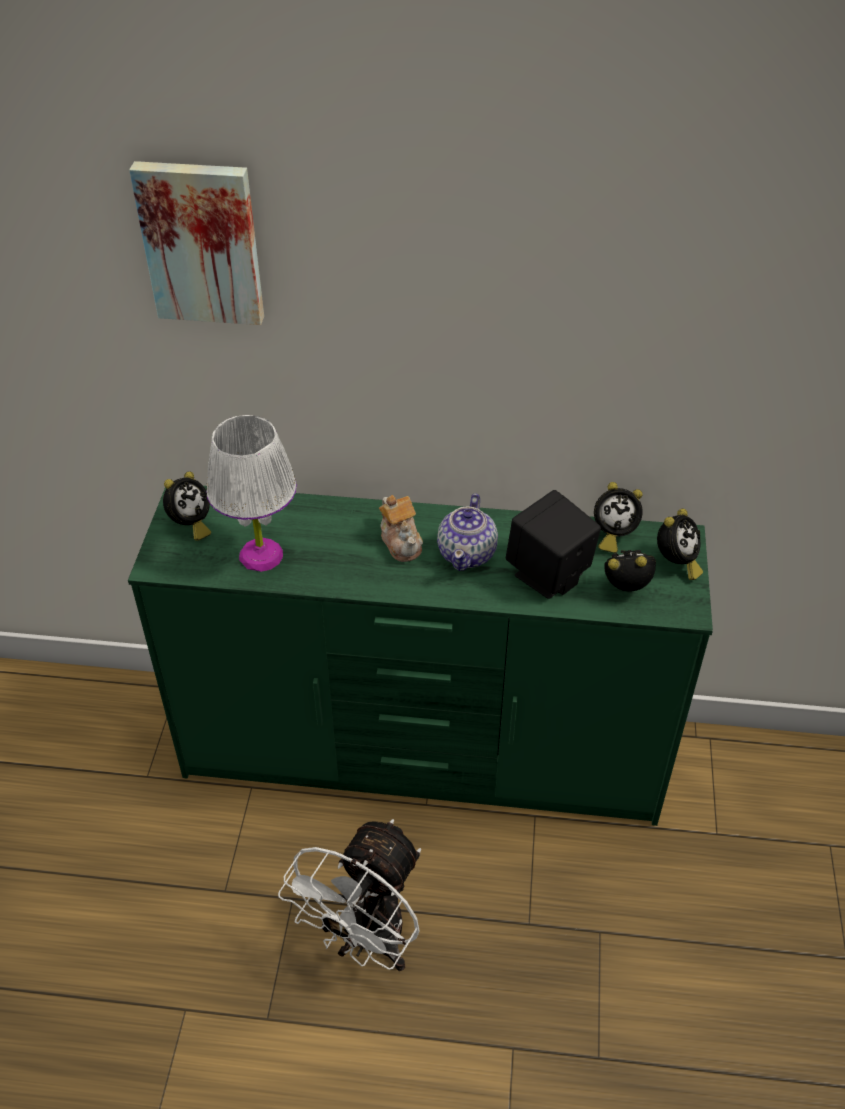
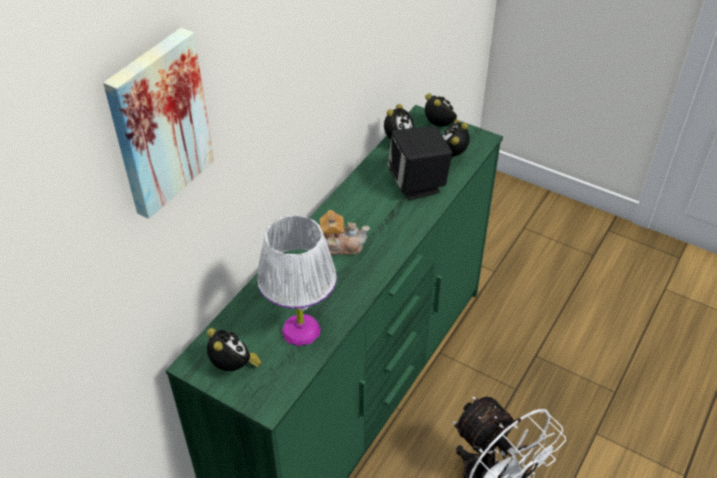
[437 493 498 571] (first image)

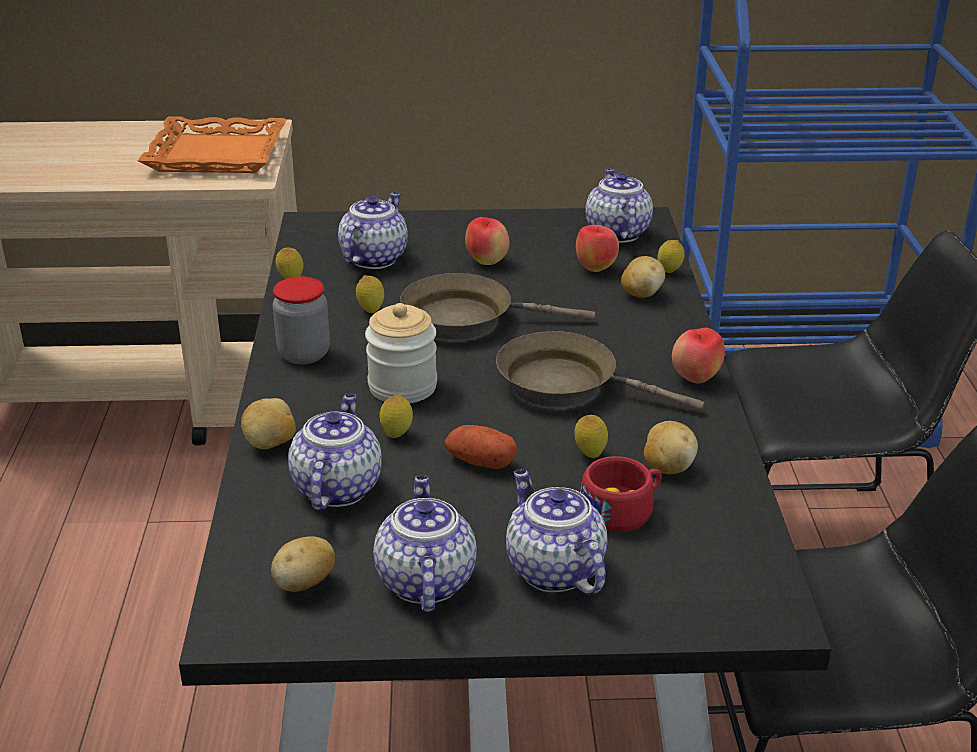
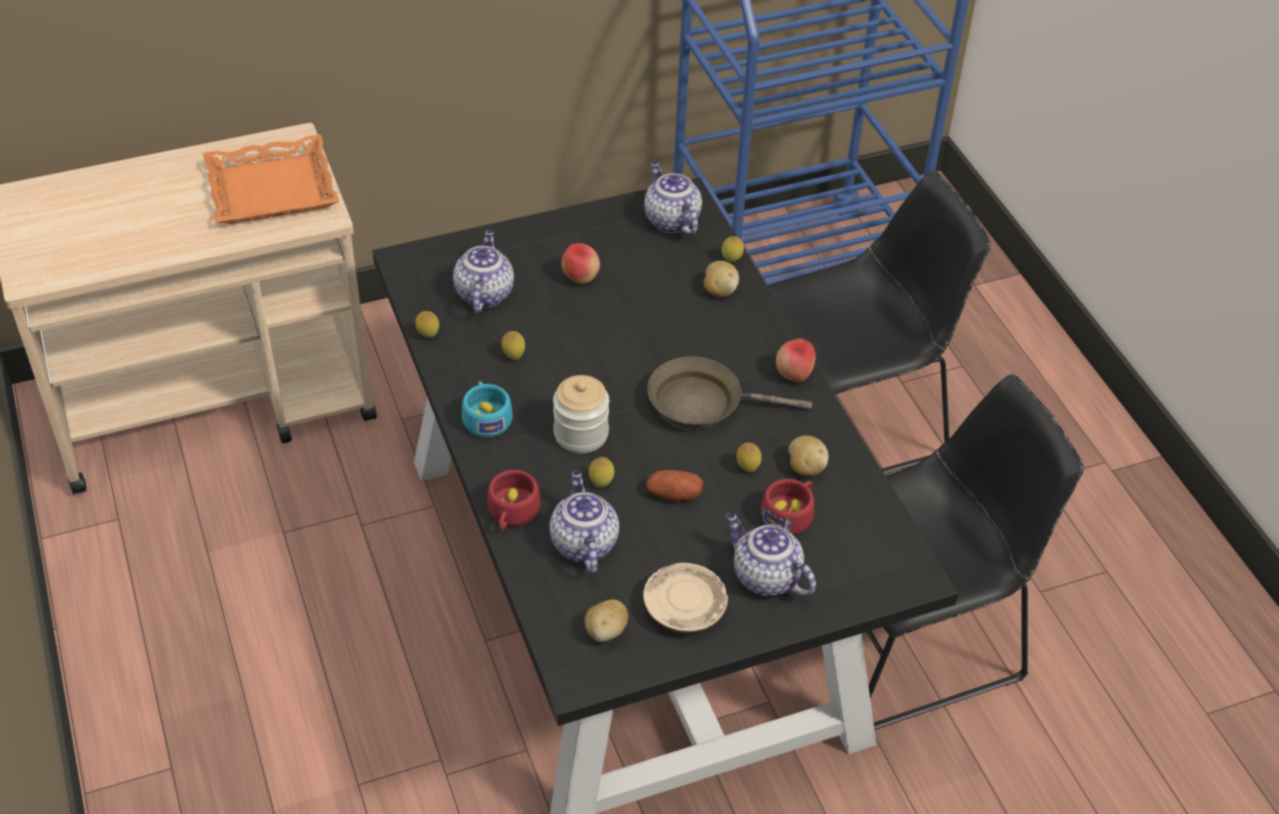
[487 470 541 531]
[462 381 513 438]
[643 563 728 633]
[400 273 595 340] (first image)
[576 225 619 272] (first image)

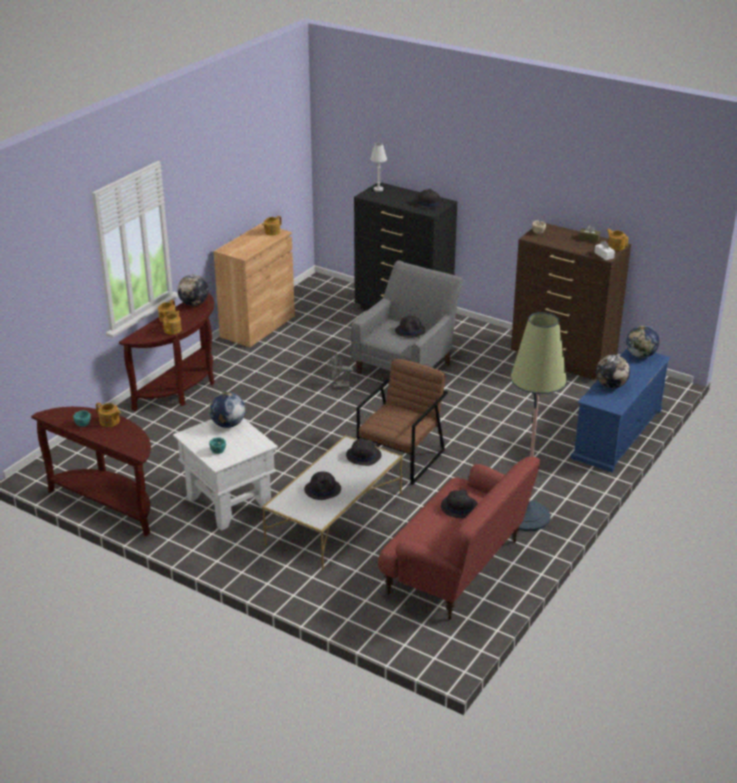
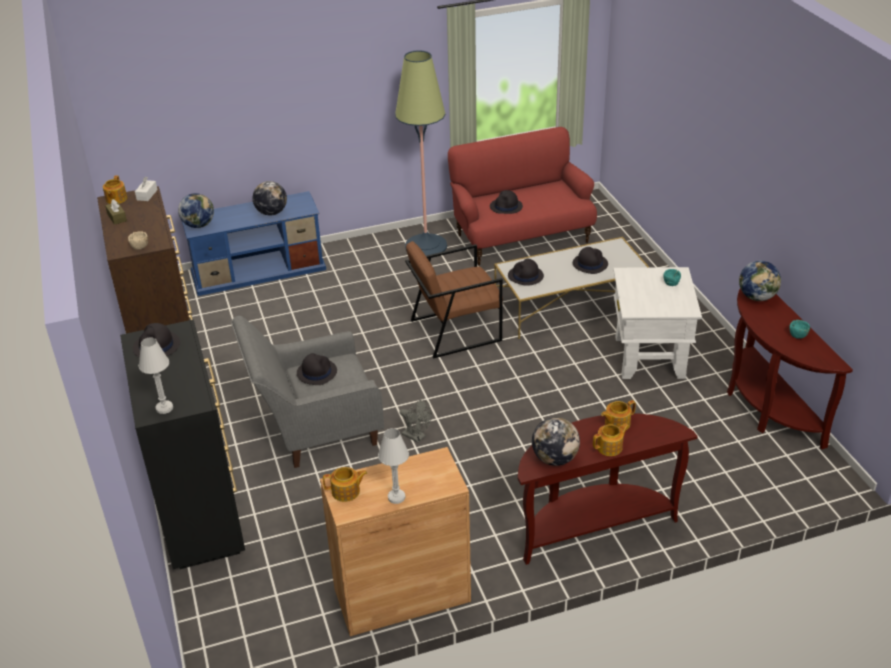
[96 402 121 427] (first image)
[739 260 781 301]
[378 428 409 504]

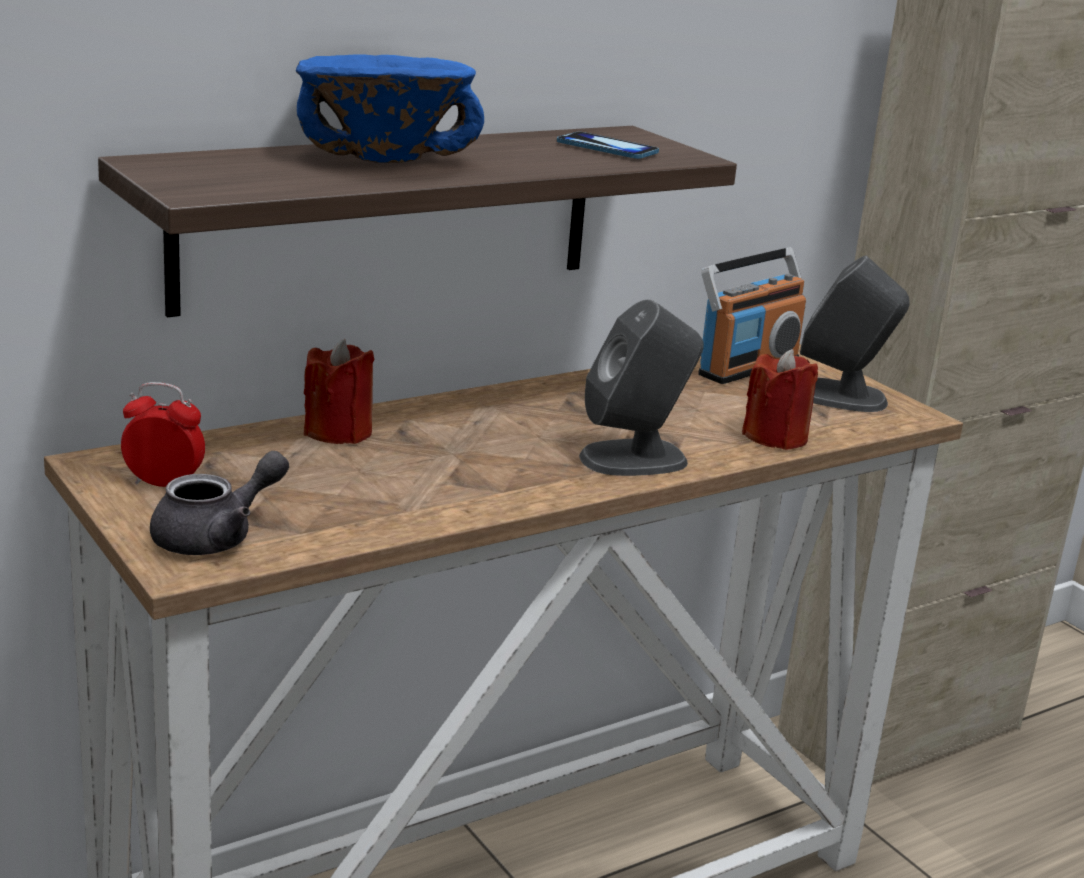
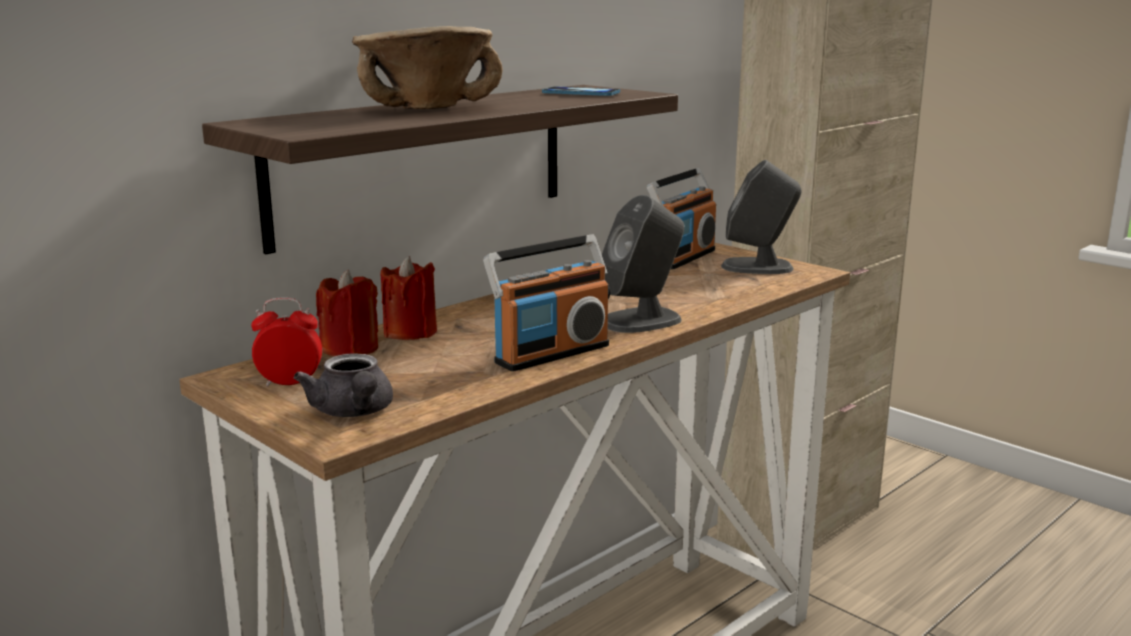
[293 353 393 417]
[352 26 503 109]
[316 270 378 356]
[483 234 610 371]

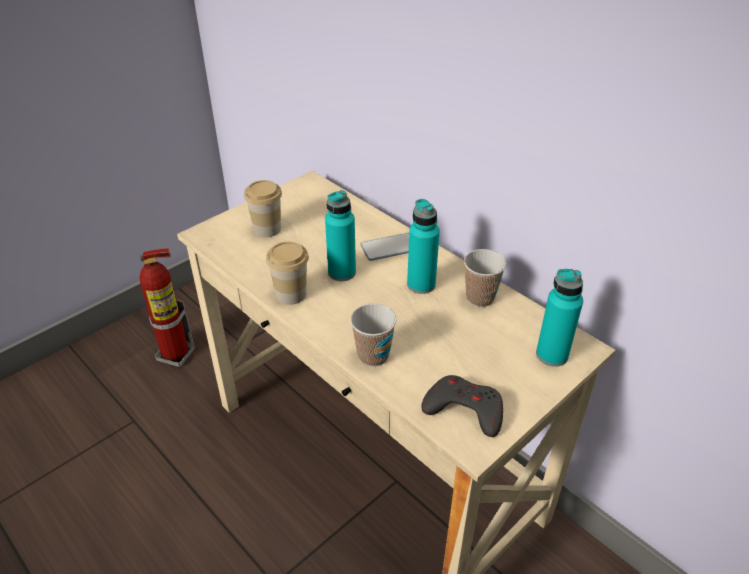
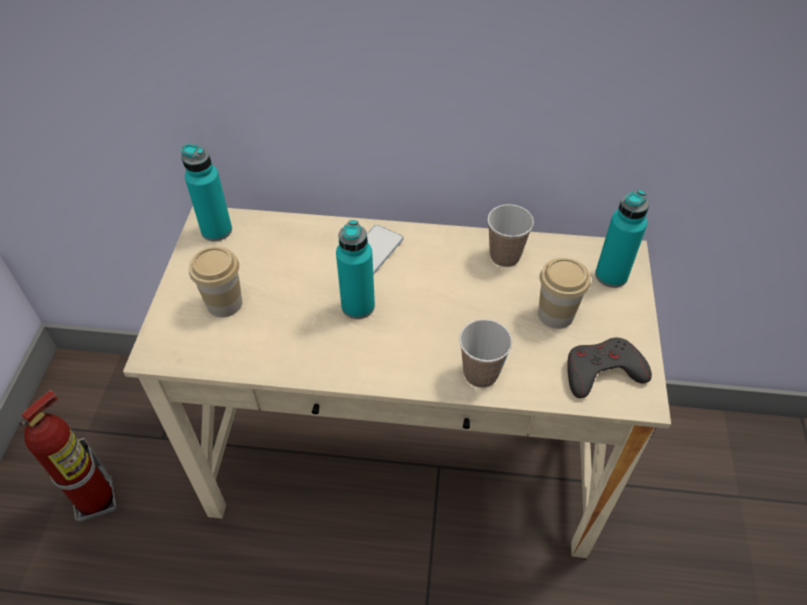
[538 258 591 329]
[181 144 232 241]

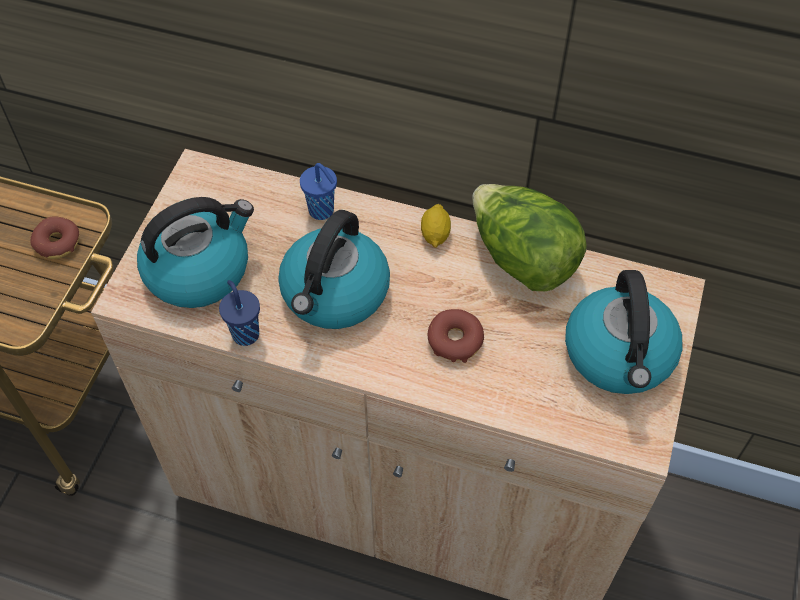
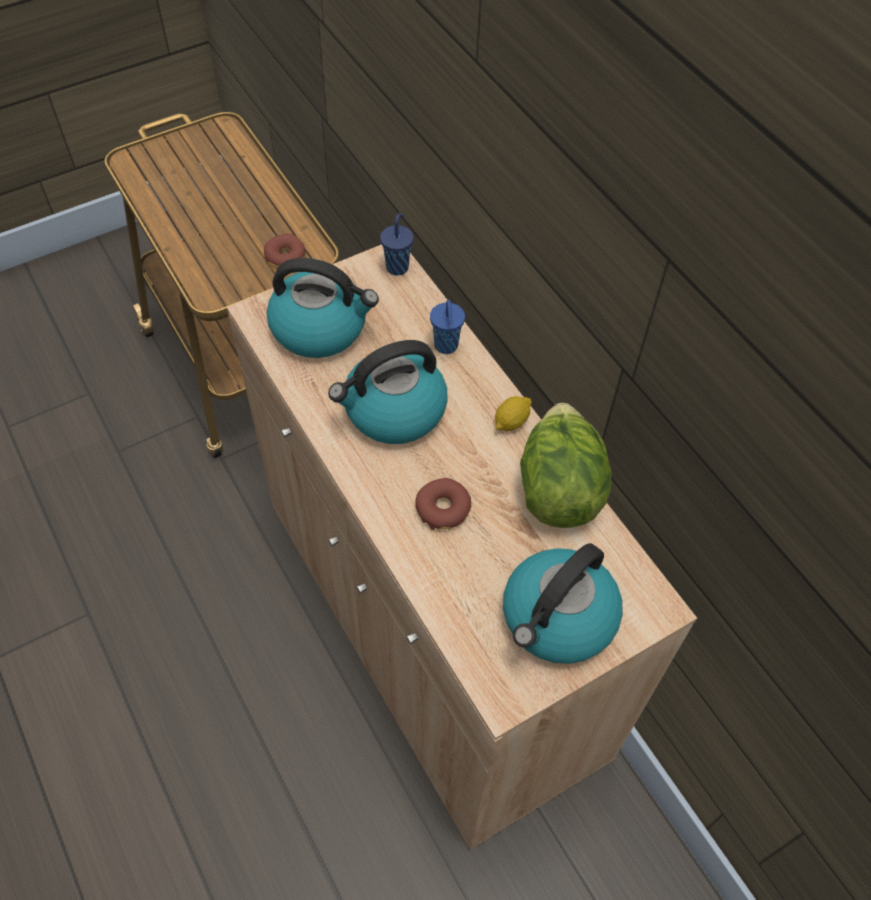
[380 213 414 276]

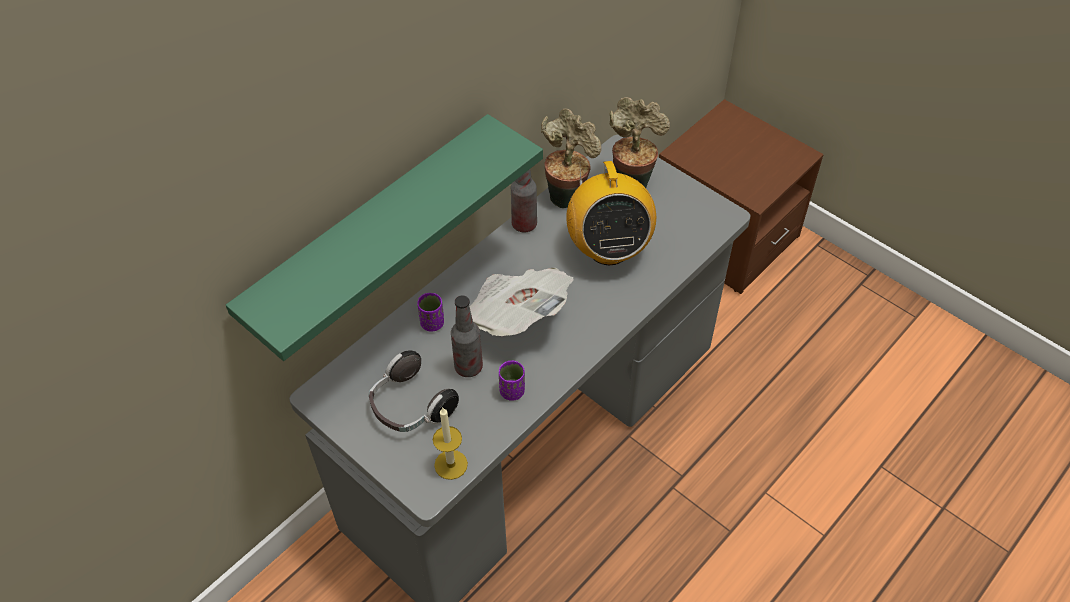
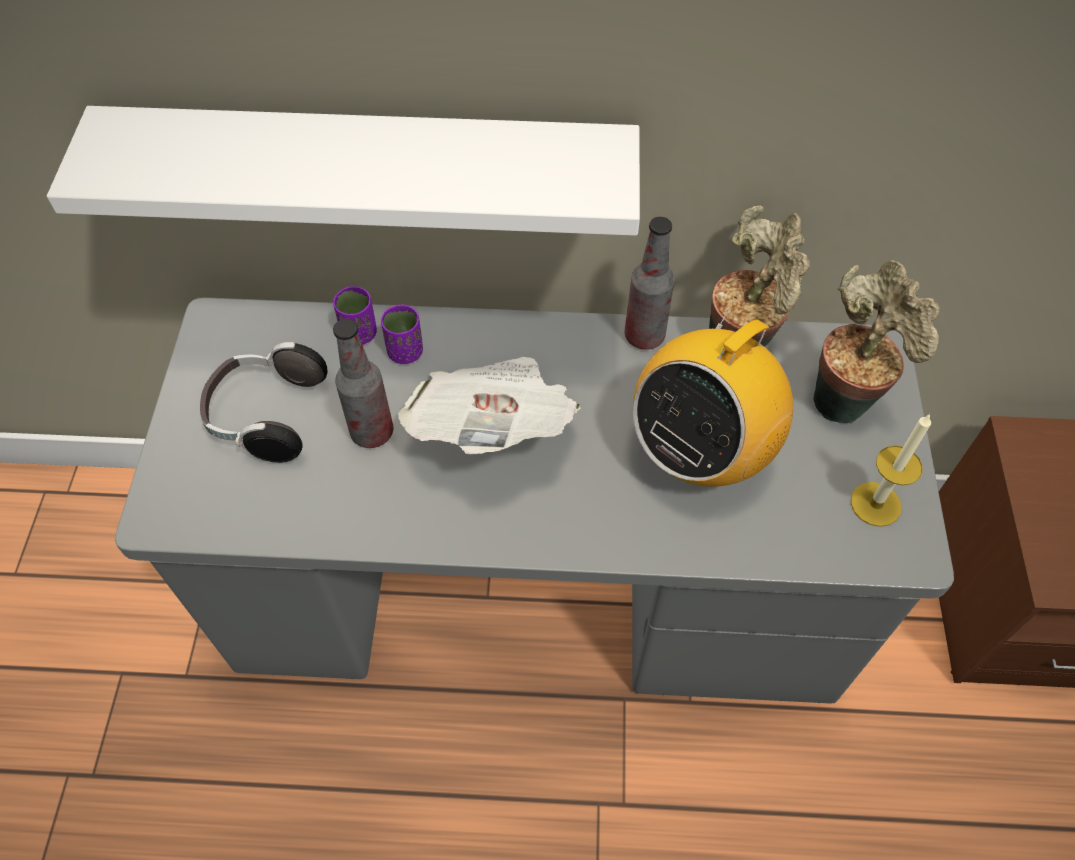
[47 106 640 236]
[851 414 931 527]
[333 286 377 345]

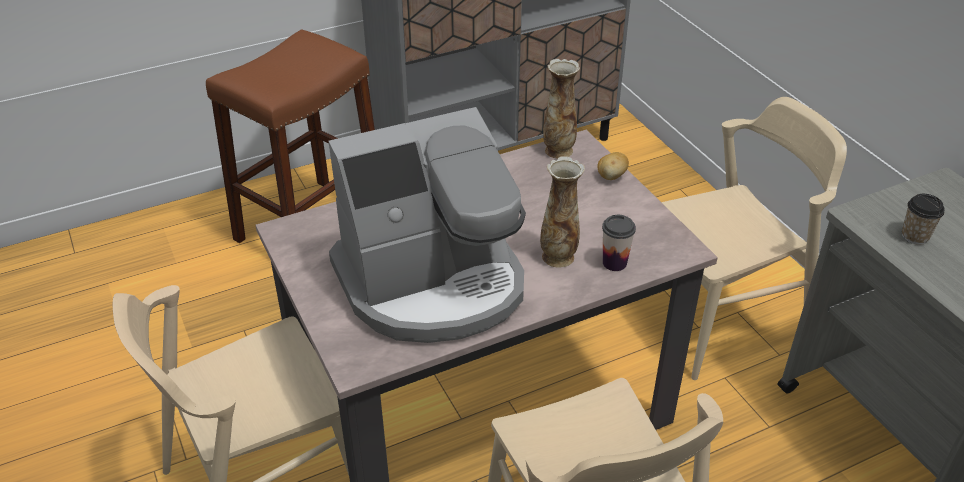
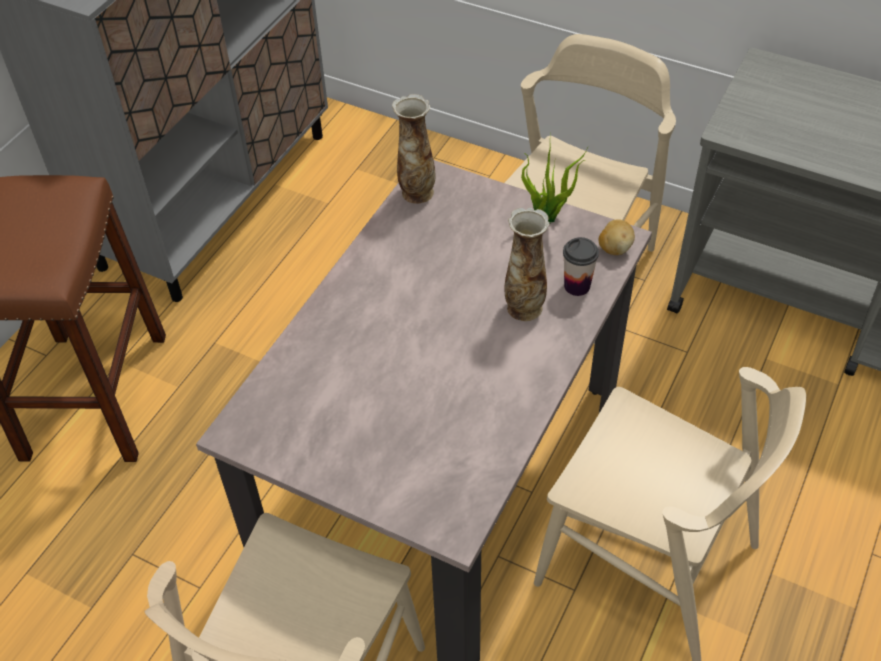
[328 107 526 343] (first image)
[598 219 635 255]
[902 194 944 245] (first image)
[521 145 588 224]

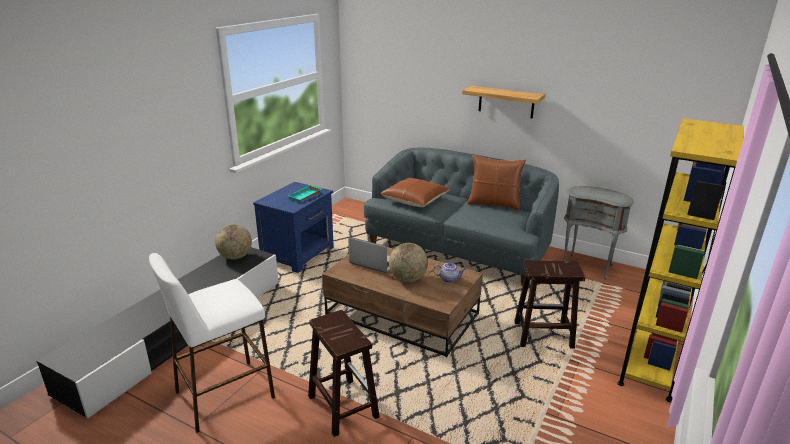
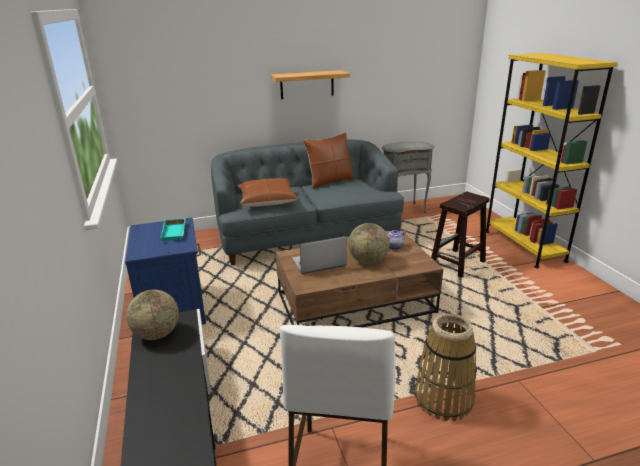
[415 314 477 421]

